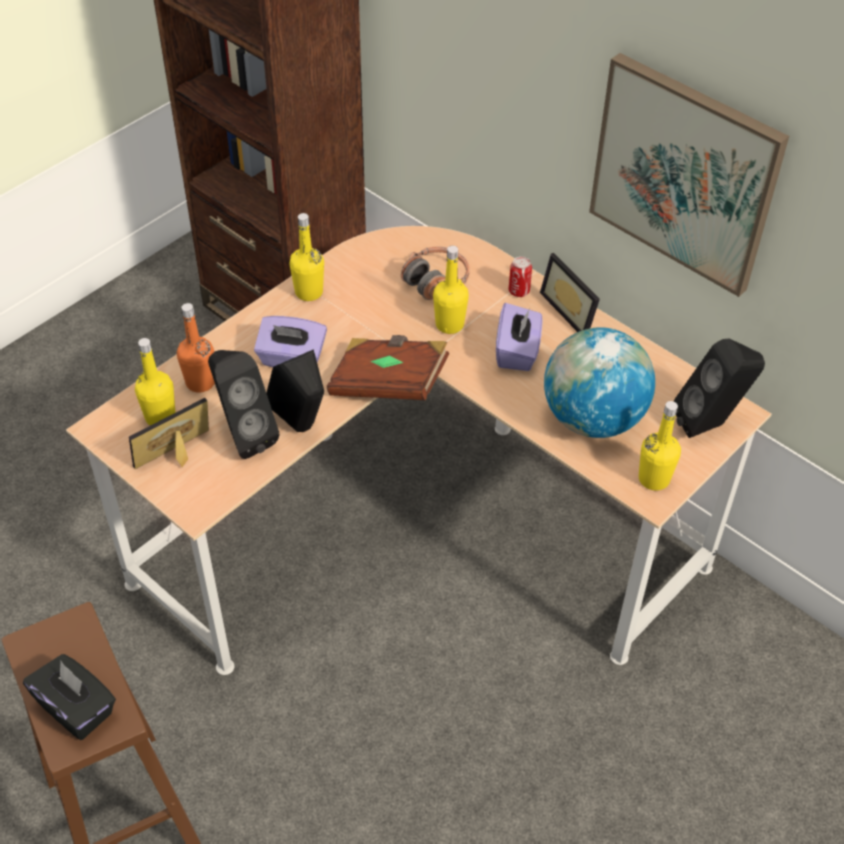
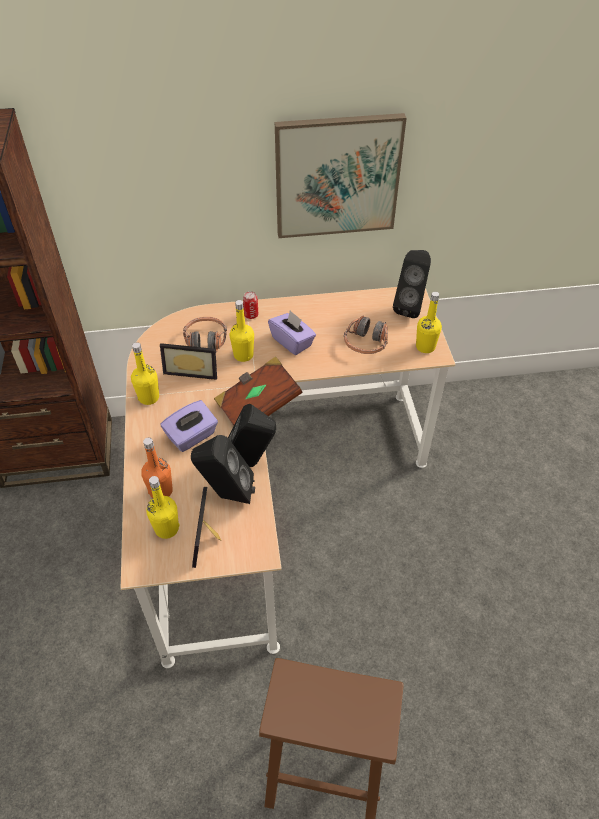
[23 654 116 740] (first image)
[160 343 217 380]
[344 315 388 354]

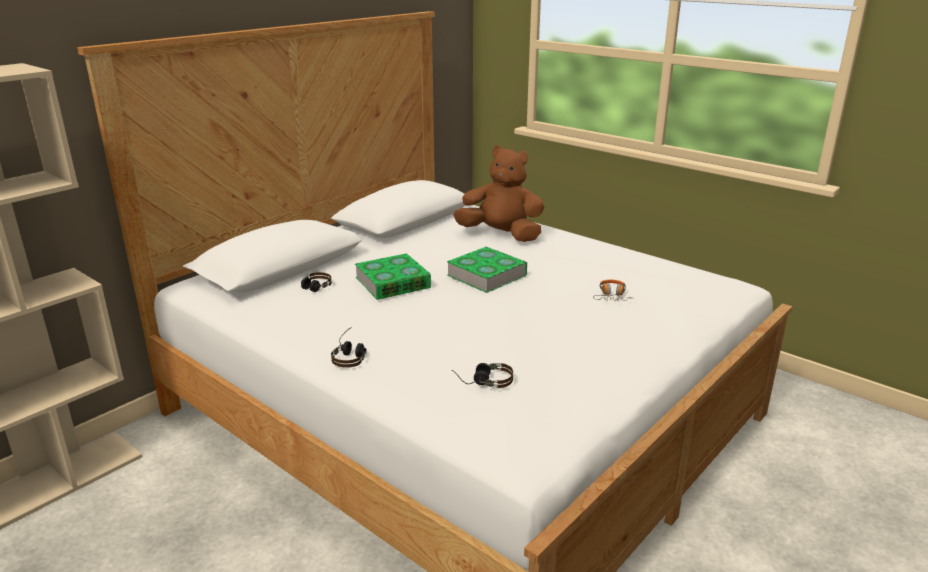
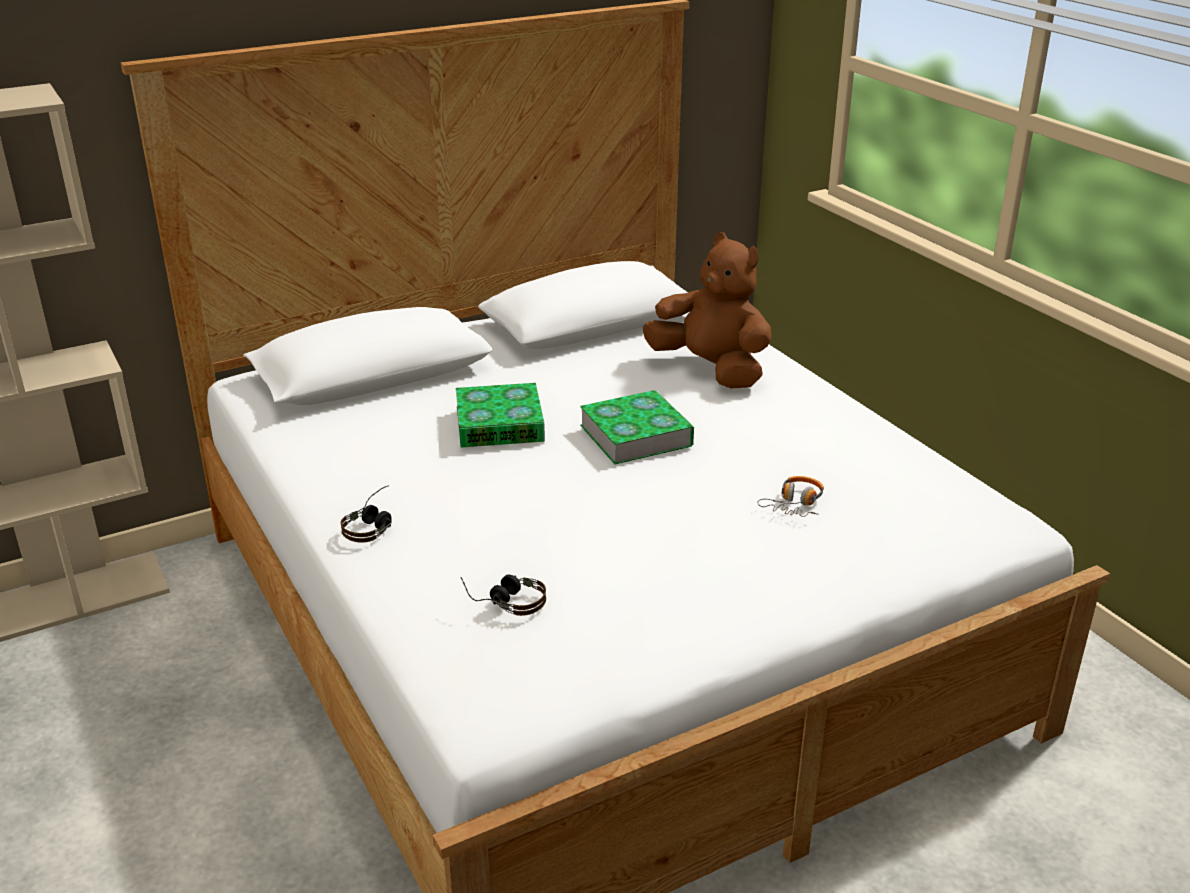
[301 272 332 292] (first image)

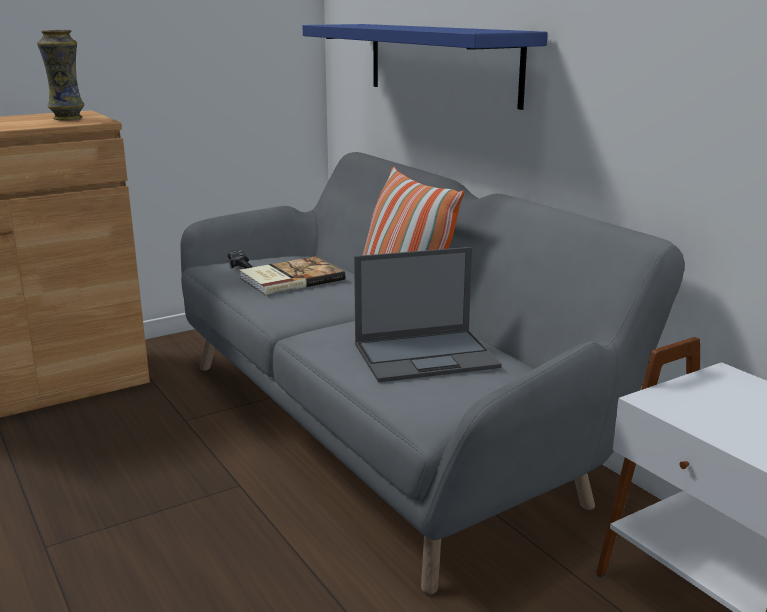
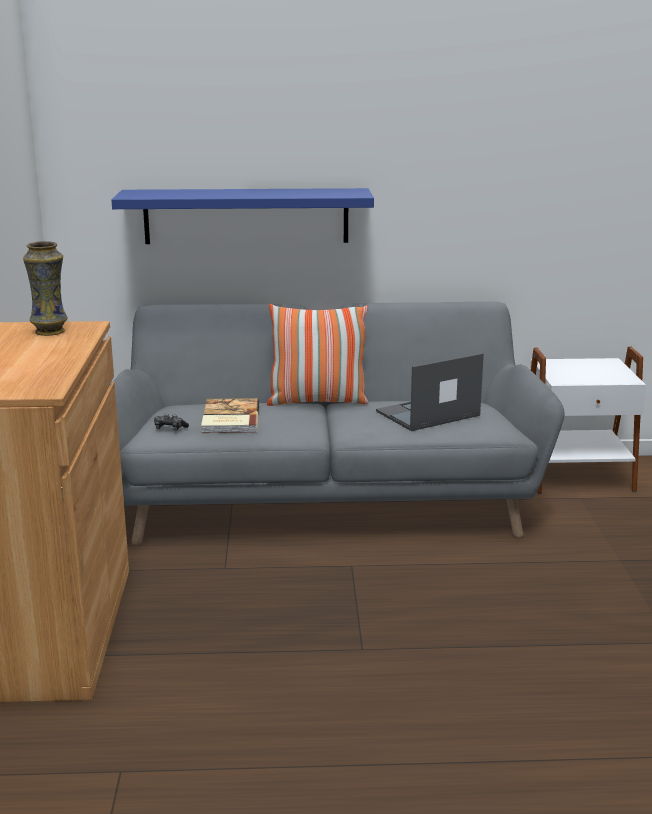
[376 353 484 431]

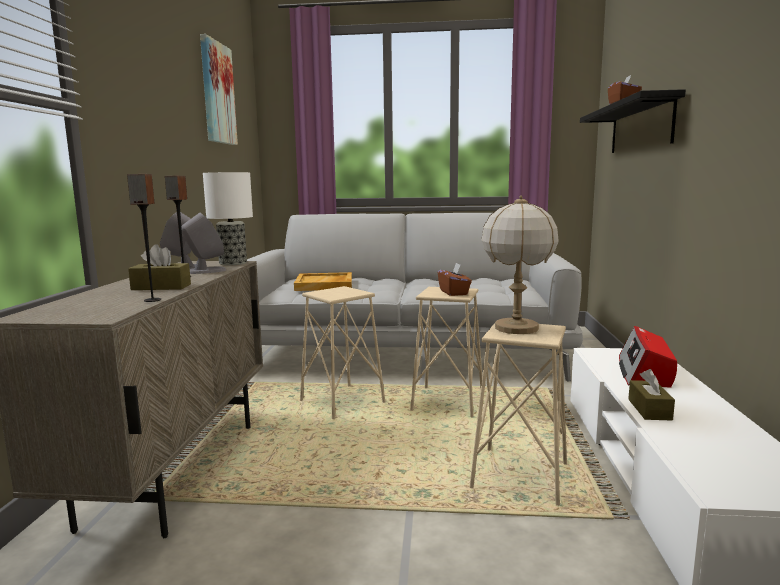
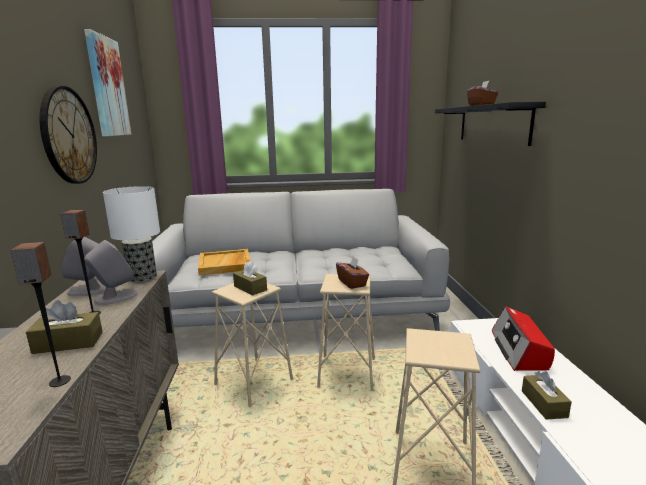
[482 195 559 334] (first image)
[40 86 97 184]
[233 261 267 295]

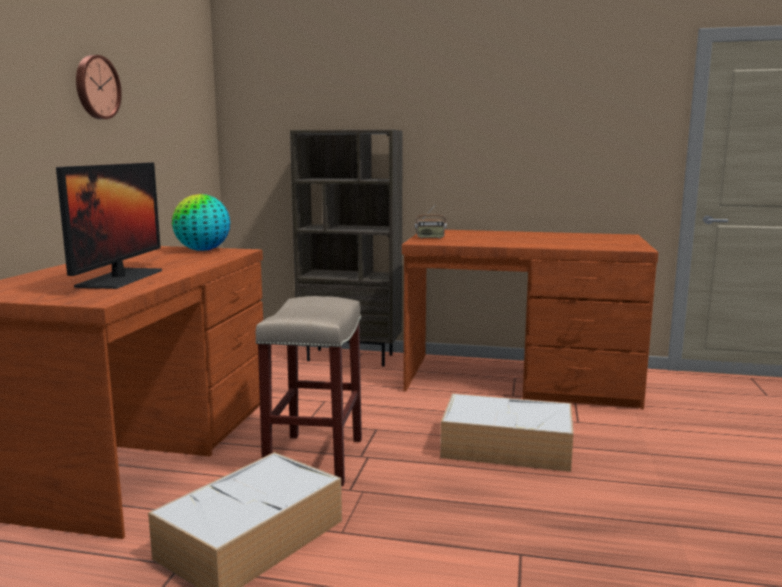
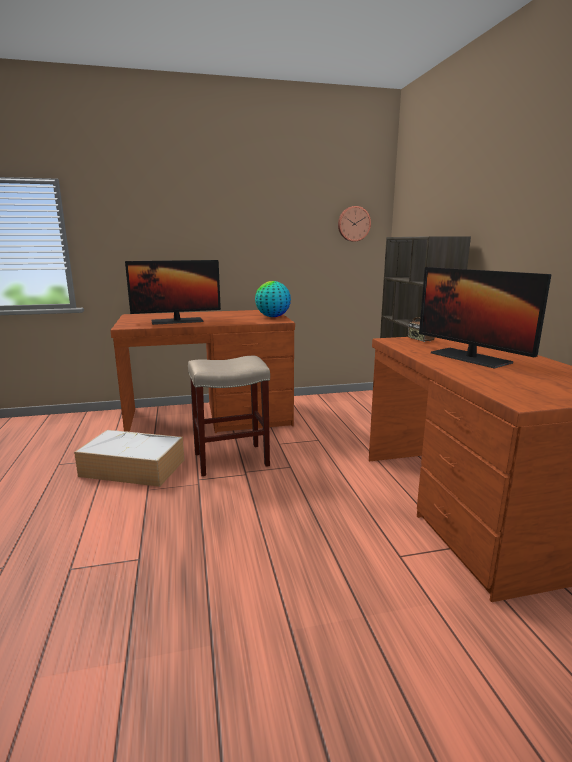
[338 206 371 242]
[440 394 573 472] (first image)
[419 267 551 368]

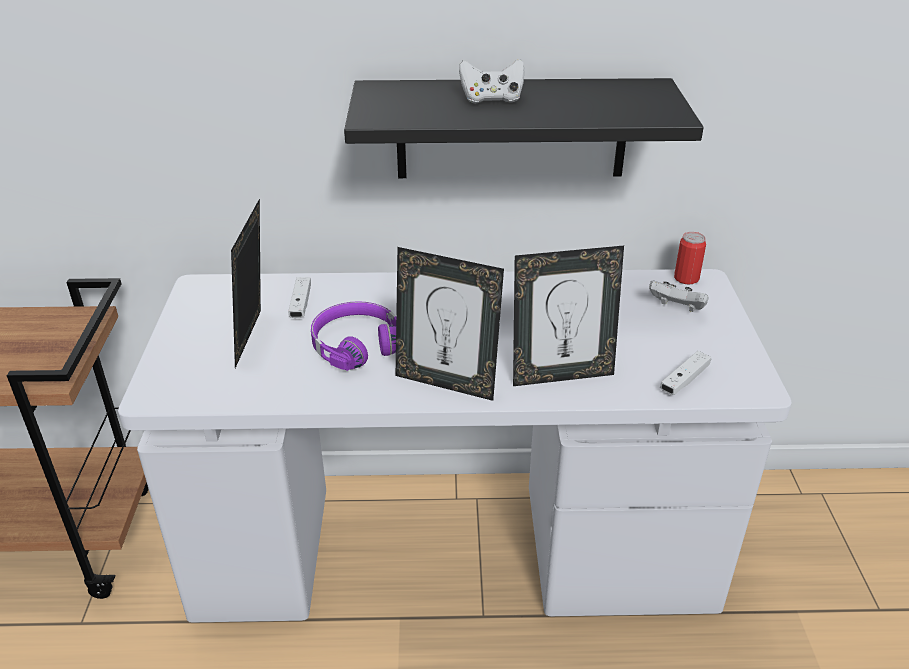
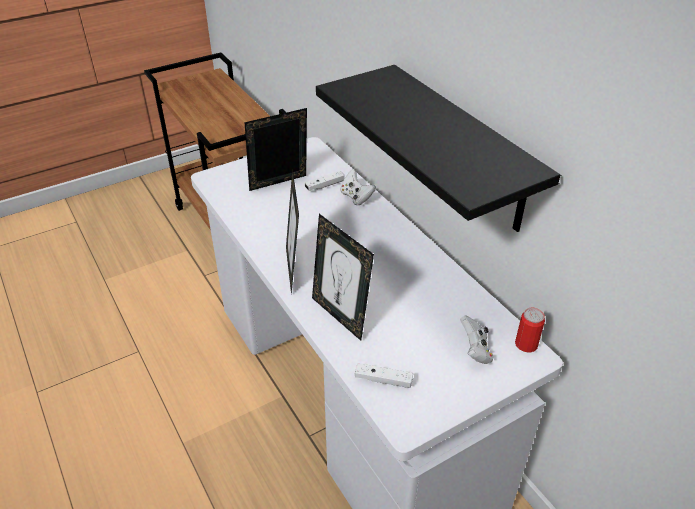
[311 301 396 371] (first image)
[340 169 376 205]

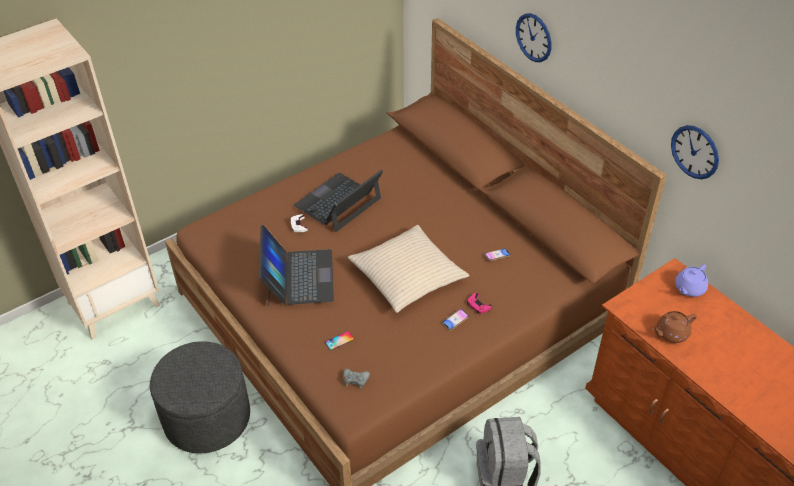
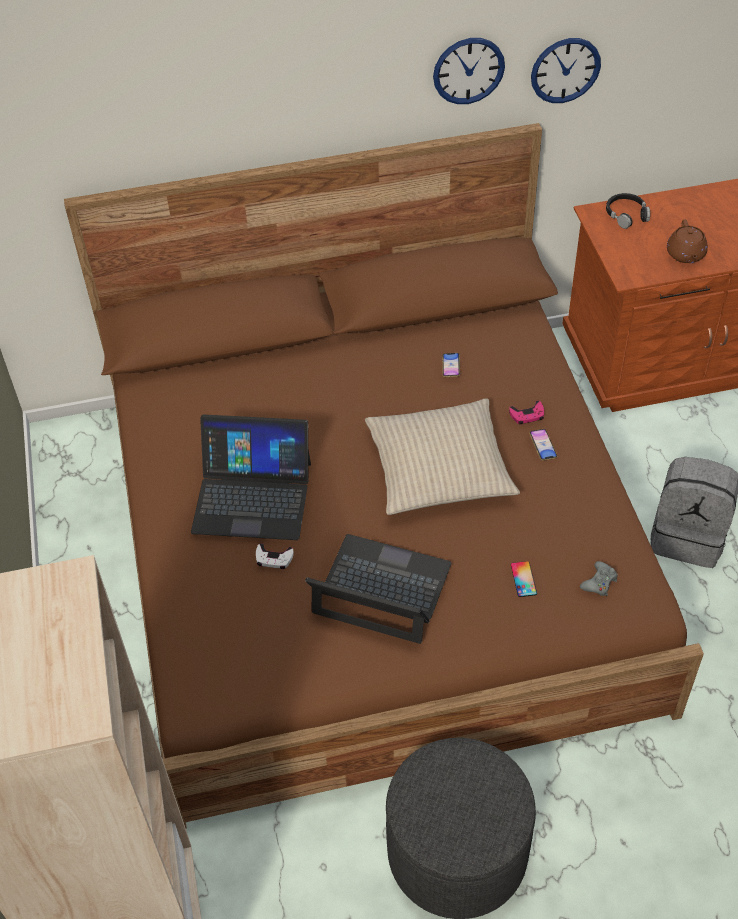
[191 414 311 540]
[433 38 505 104]
[606 193 650 229]

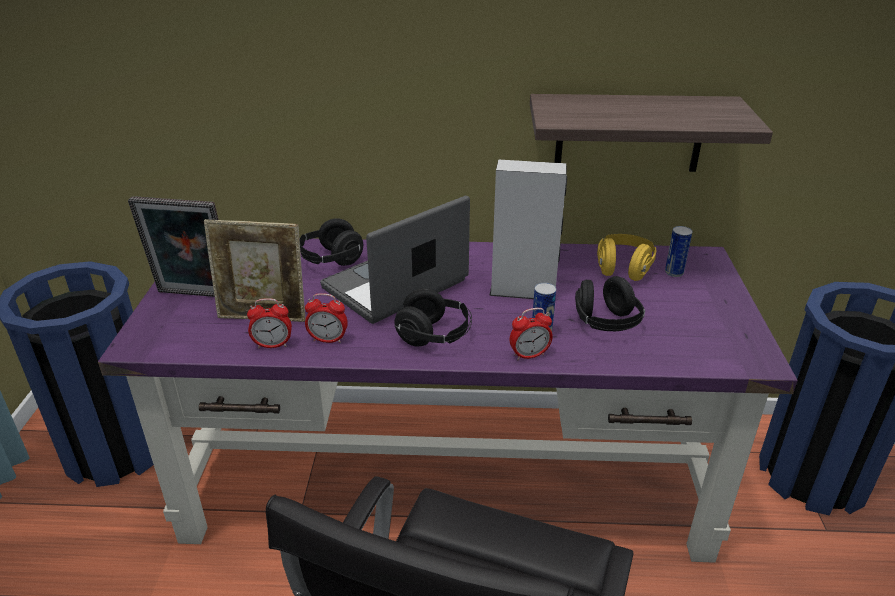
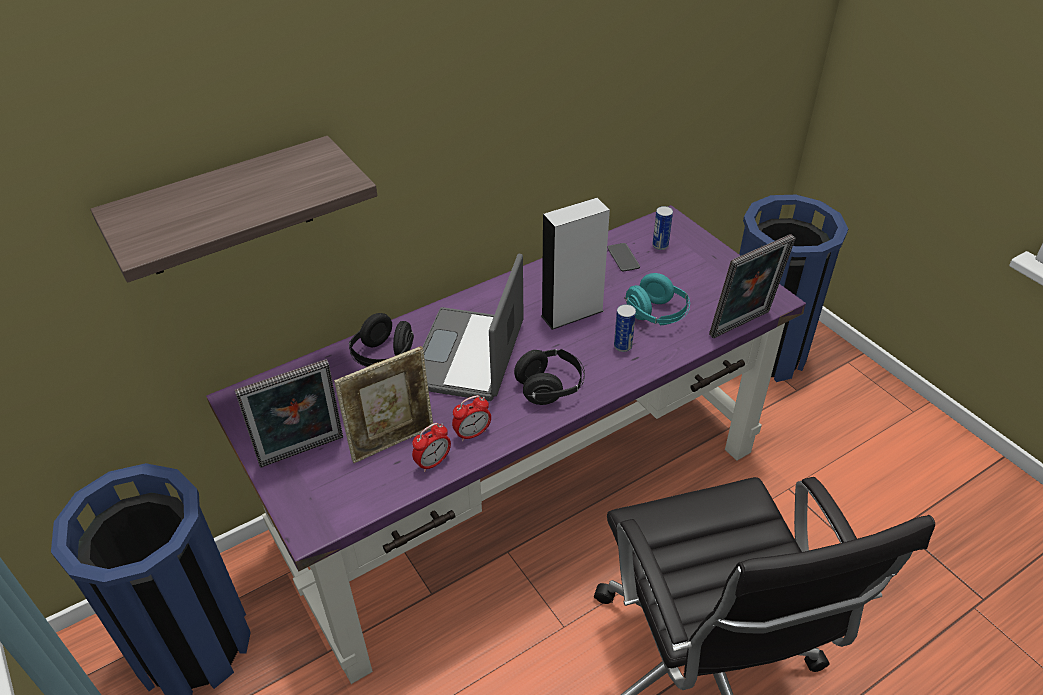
[509 308 553 360] (first image)
[90 136 377 283]
[624 273 690 325]
[607 243 640 271]
[709 234 796 338]

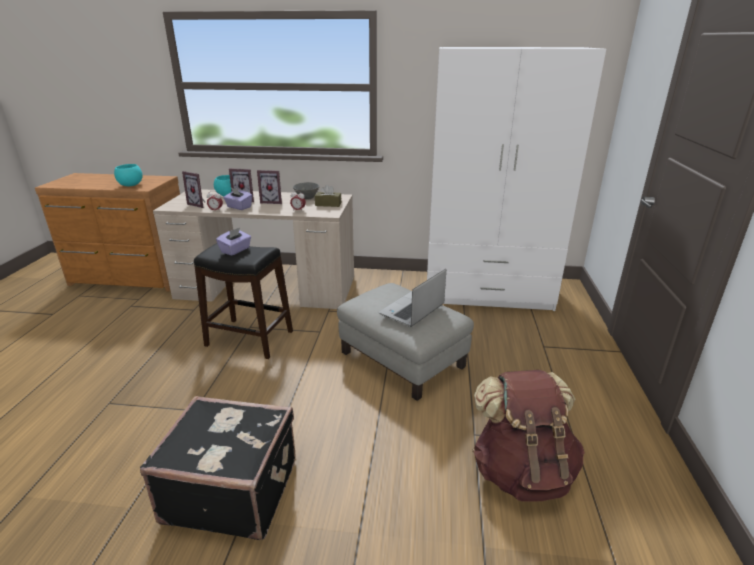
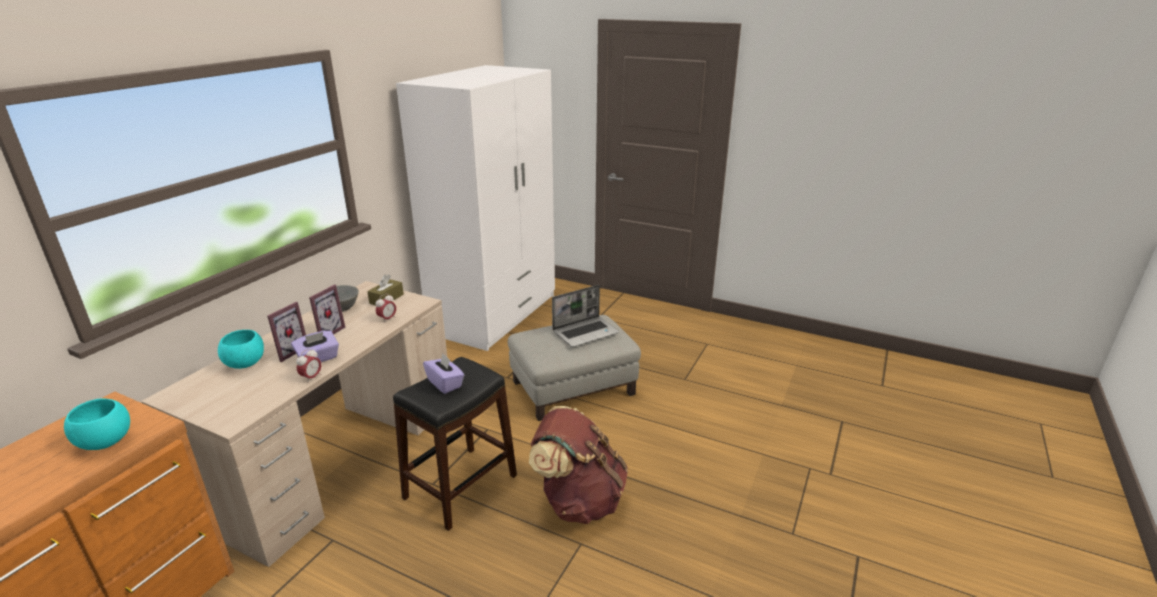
[140 396 296 540] (first image)
[182 171 206 208] (first image)
[552 285 619 347]
[529 406 628 524]

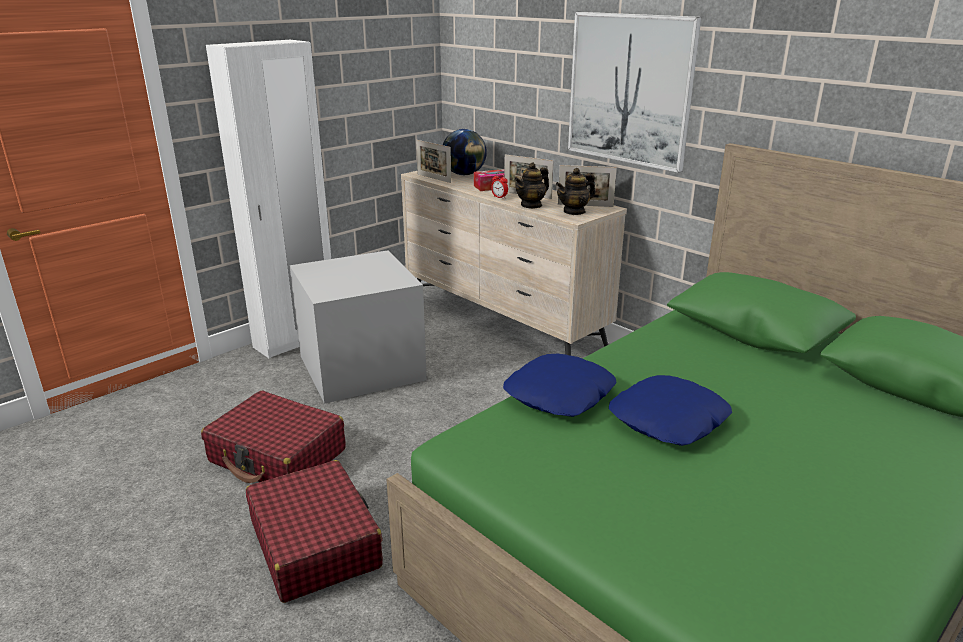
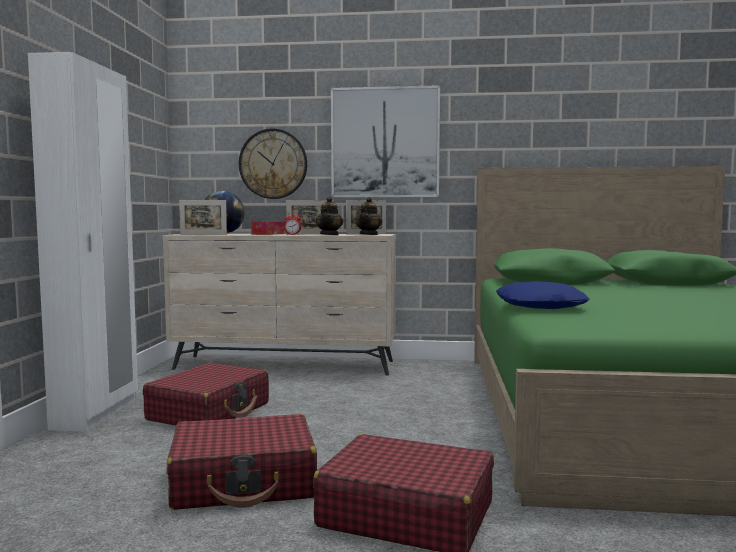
[143 362 269 425]
[609 375 732 446] (first image)
[239 128 307 199]

